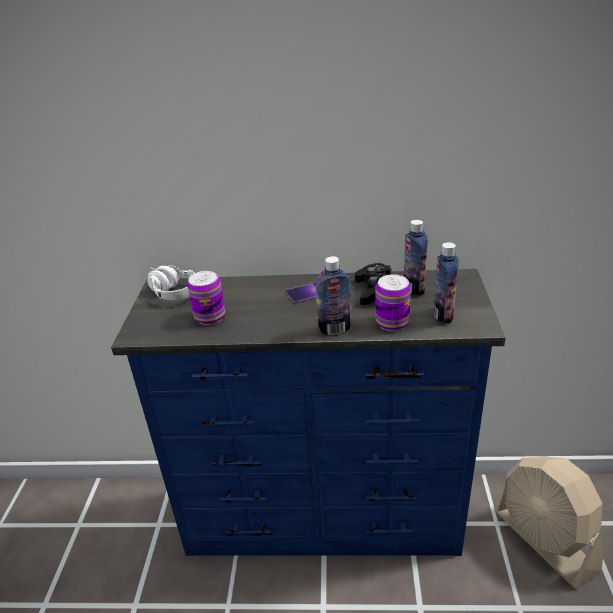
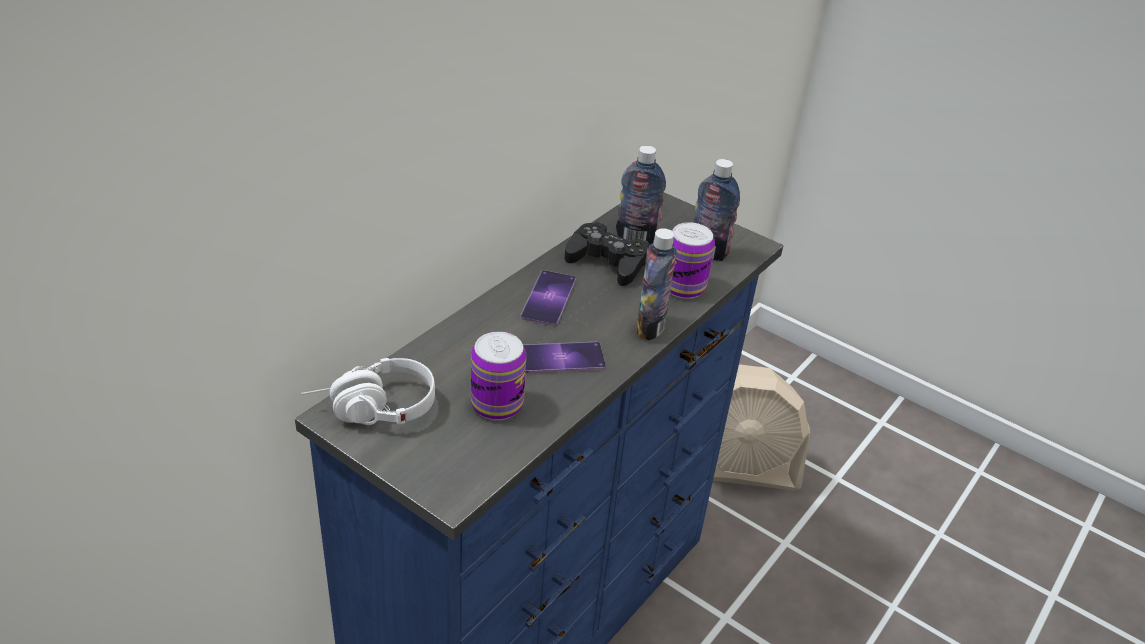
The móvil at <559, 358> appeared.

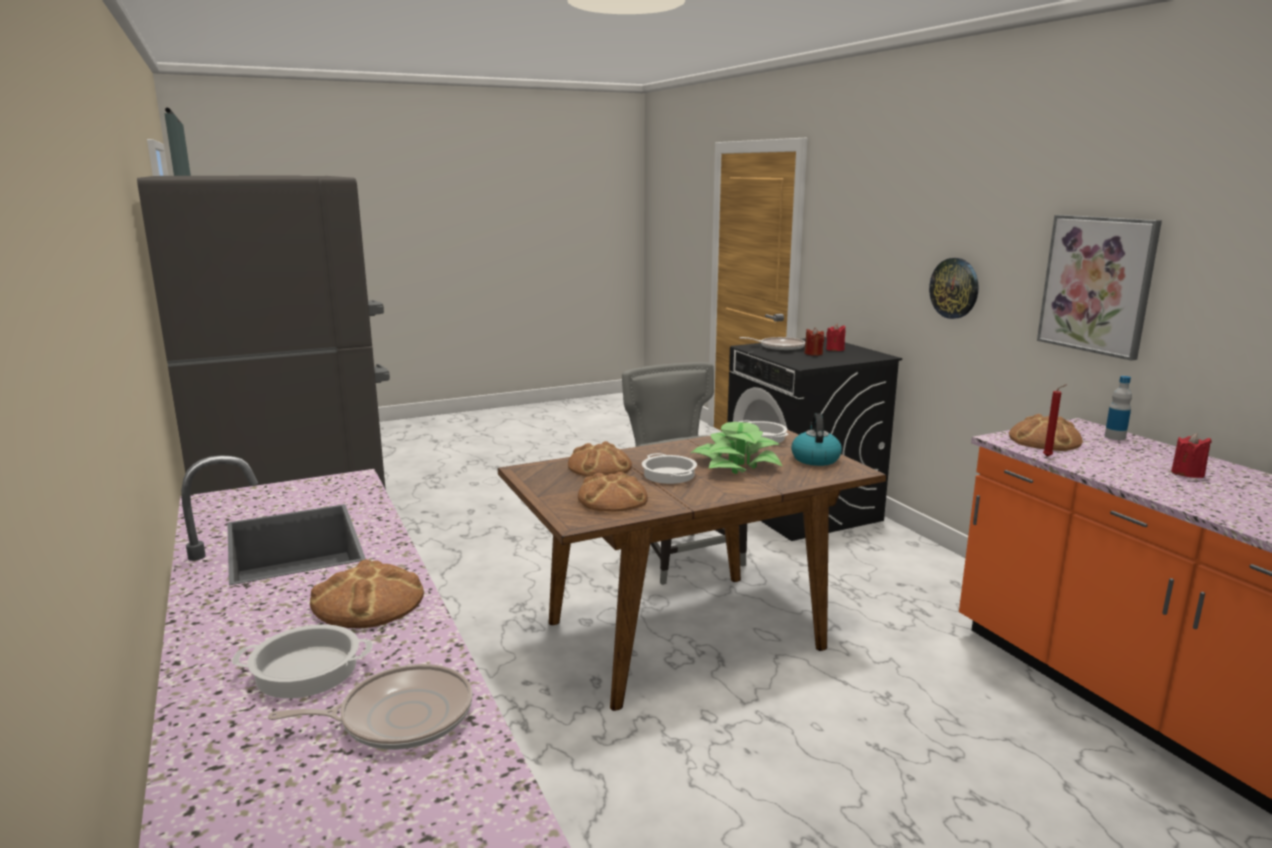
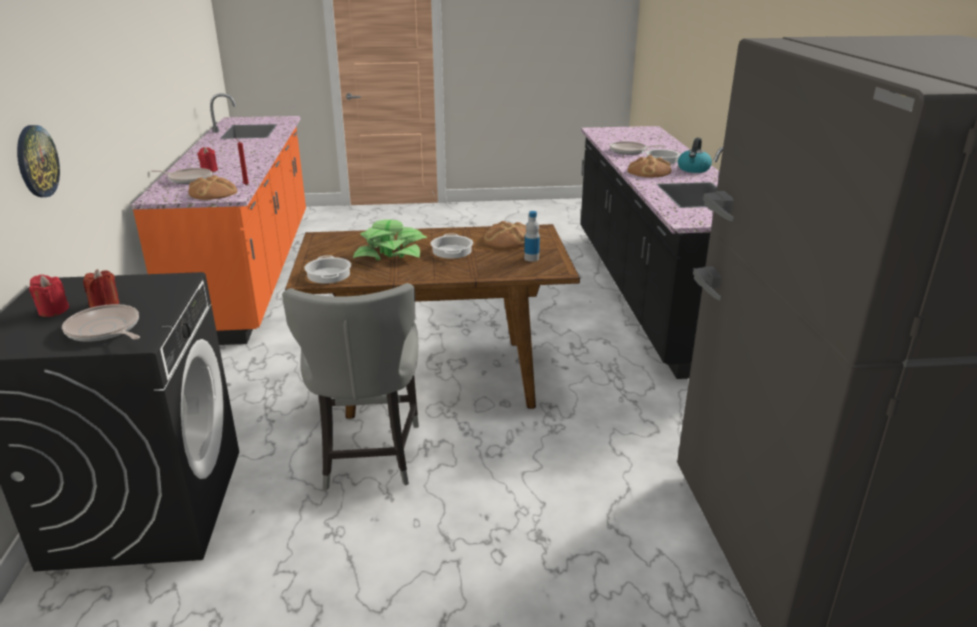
The pan at <600, 466> disappeared.
The cuadro at <1097, 284> disappeared.
The sartén at <188, 179> appeared.
The hervidor moved from <815, 459> to <693, 169>.
The botella moved from <1115, 437> to <531, 258>.

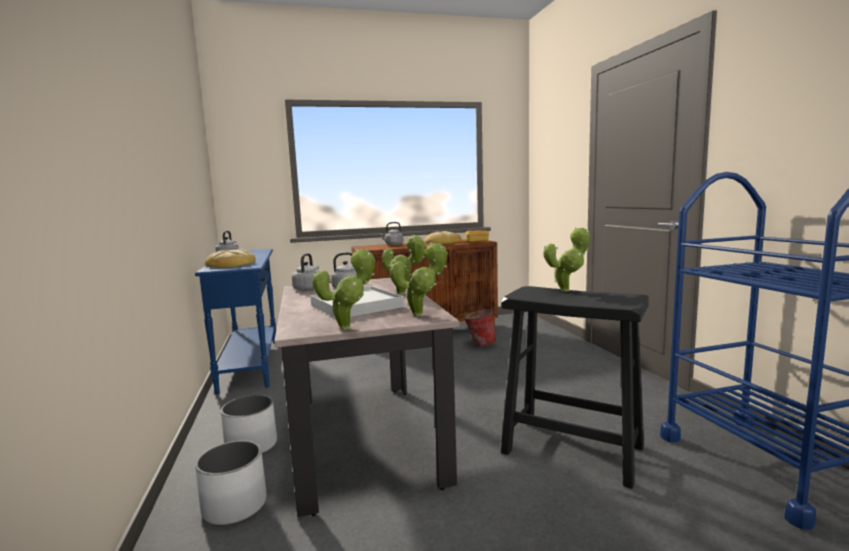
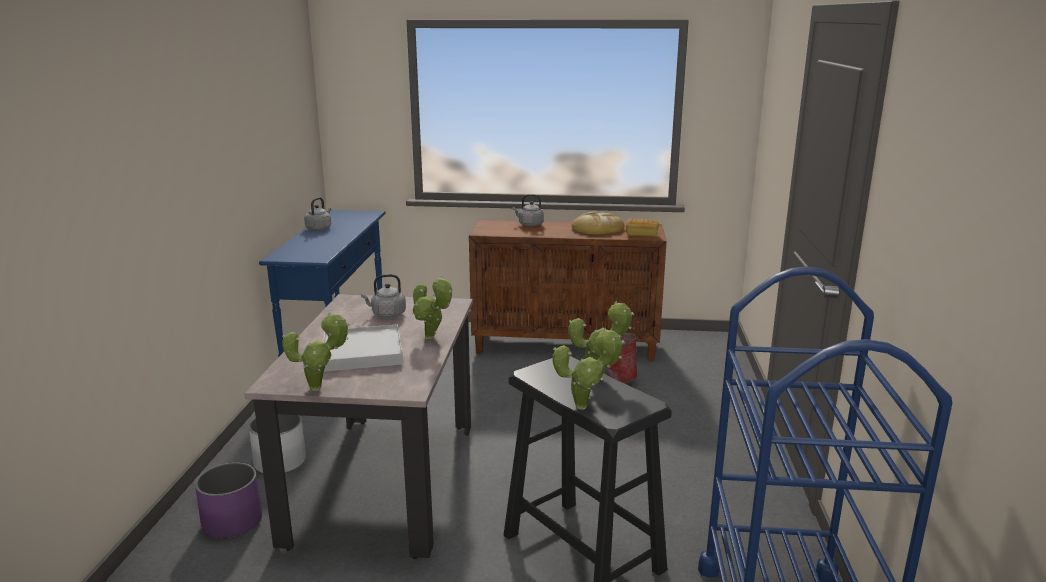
The pan at <231, 264> disappeared.
The hervidor/gris at <308, 288> disappeared.
The planta en maceta moved from <421, 314> to <585, 406>.
The maceta/blanco at <235, 506> became the maceta/morado at <233, 522>.

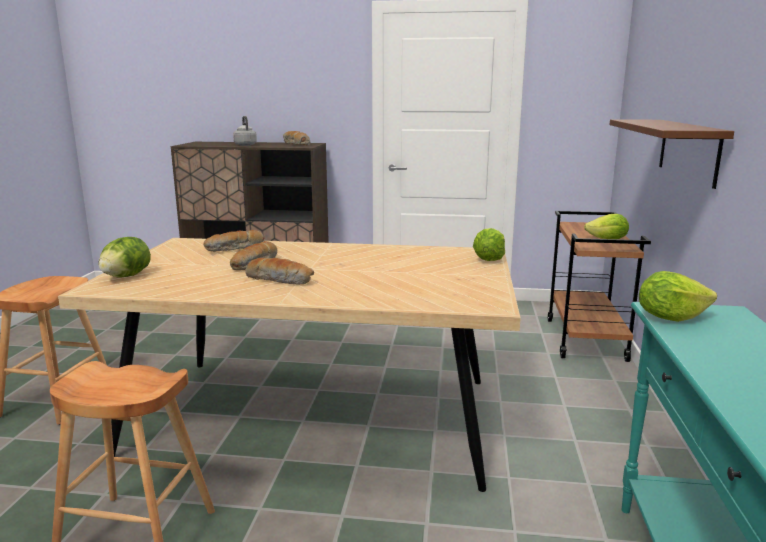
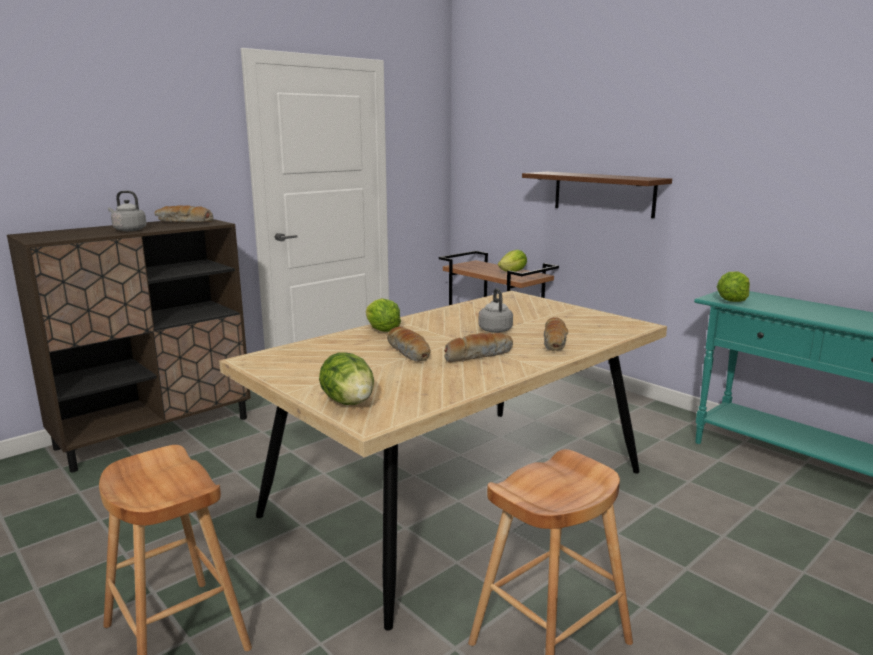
The hervidor/gris at <494, 329> appeared.
The pan moved from <235, 249> to <555, 342>.
The lechuga moved from <488, 259> to <382, 330>.

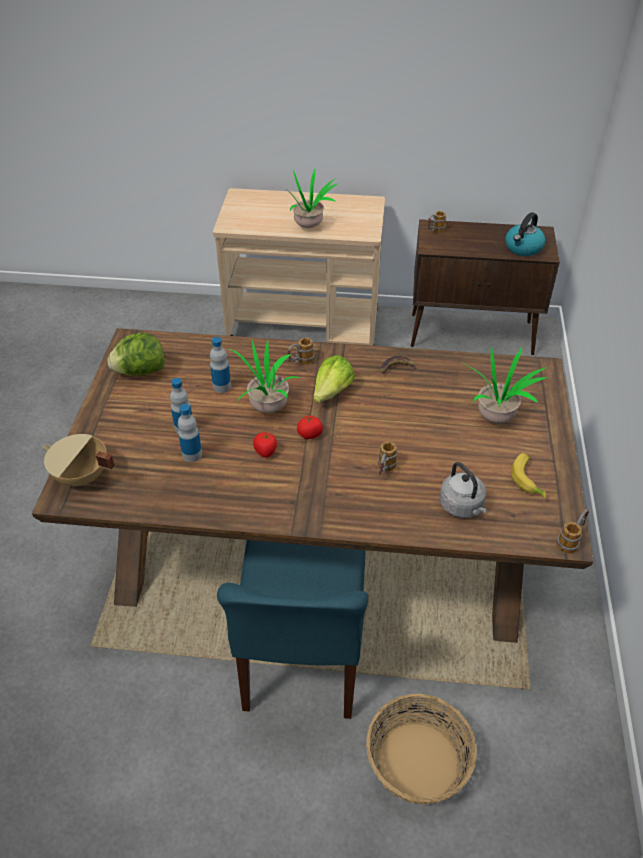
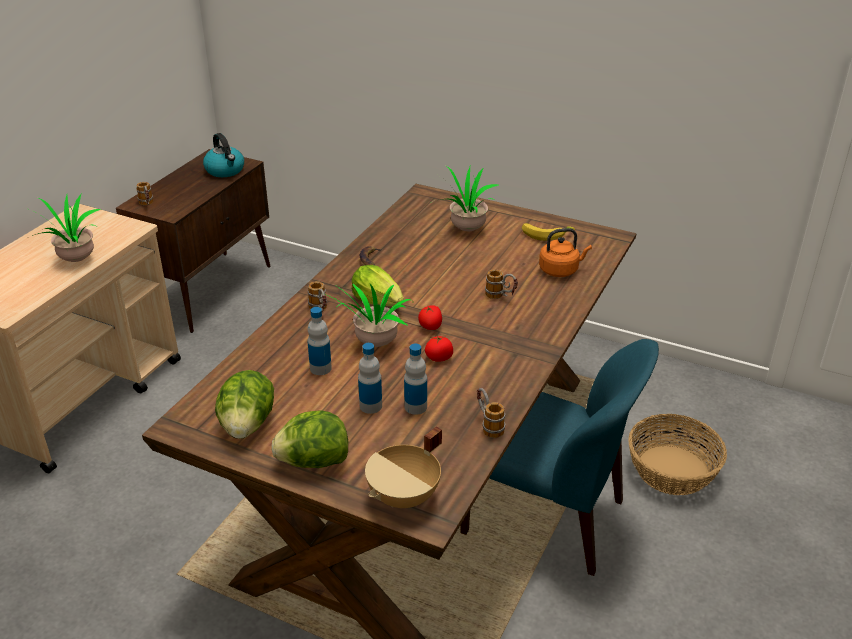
The lechuga at <313, 462> appeared.
The taza grande moved from <571, 540> to <488, 425>.
The hervidor/gris at <462, 507> became the hervidor/naranja at <560, 270>.

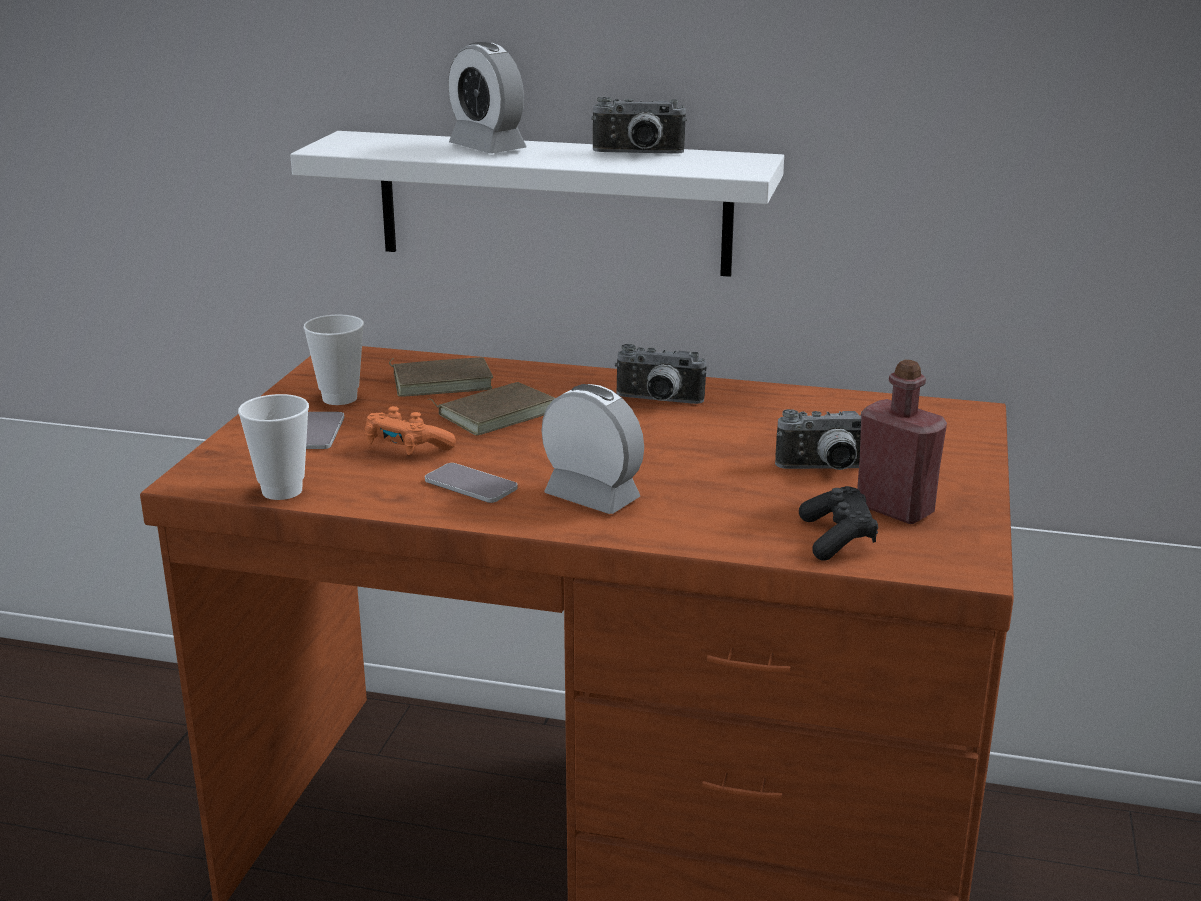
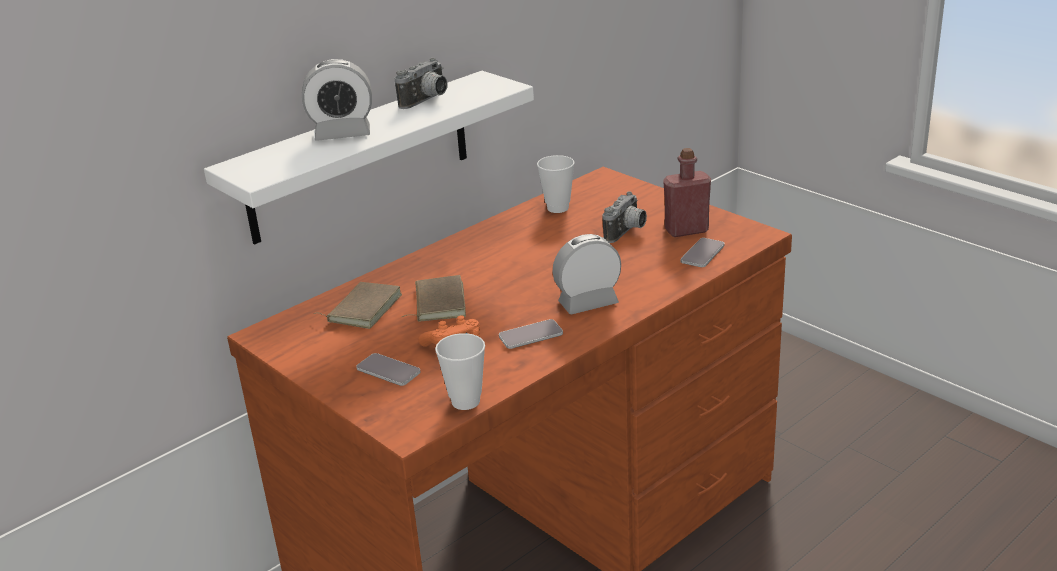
The cámara at <658, 402> disappeared.
The taza moved from <340, 398> to <558, 208>.
The mando de consola/negro at <837, 539> was replaced by the móvil at <702, 254>.

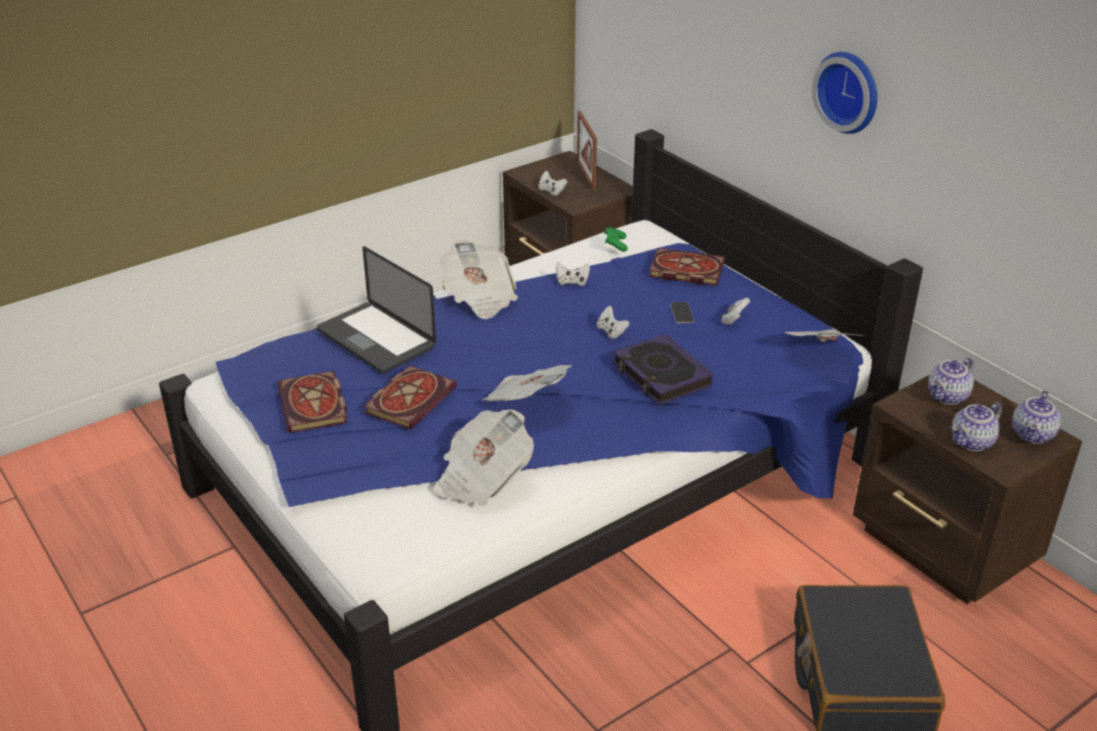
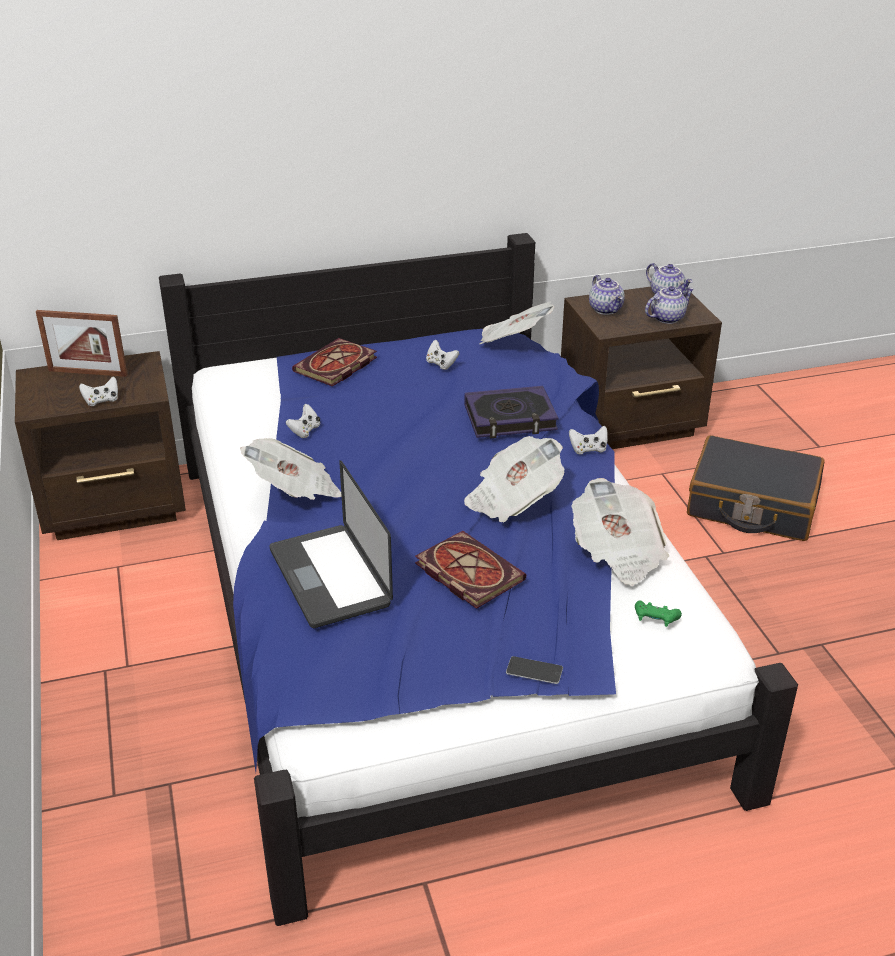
The libro at <315, 406> disappeared.
The reloj de pared at <850, 91> disappeared.
The mando de consola/blanco moved from <611, 332> to <588, 449>.
The mando de consola/verde moved from <615, 245> to <655, 620>.
The móvil moved from <682, 313> to <534, 670>.
The portátil at <376, 339> turned 90 degrees clockwise.
The tetera at <972, 442> turned 105 degrees counterclockwise.

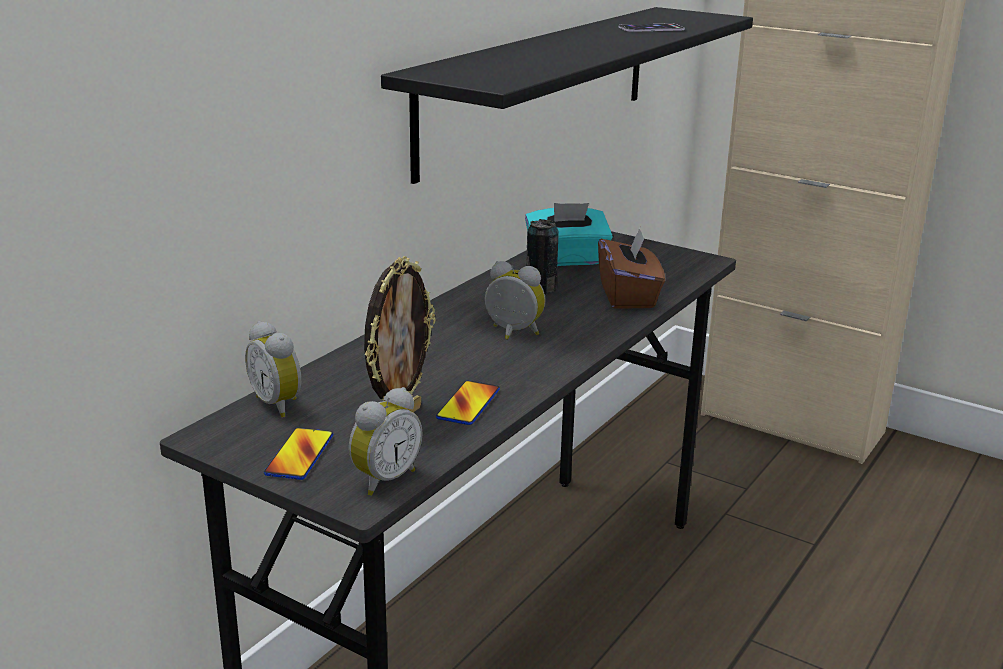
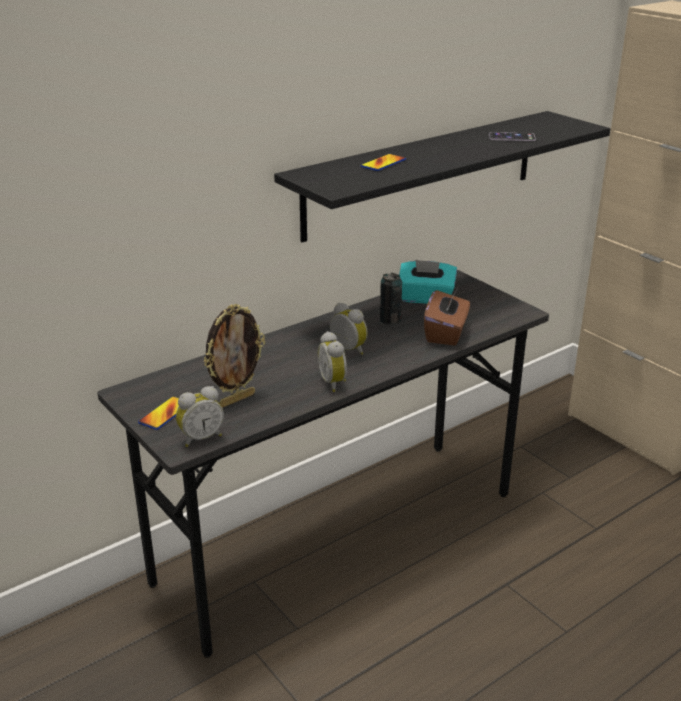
The despertador moved from <279, 404> to <334, 383>.
The móvil moved from <468, 404> to <383, 163>.

